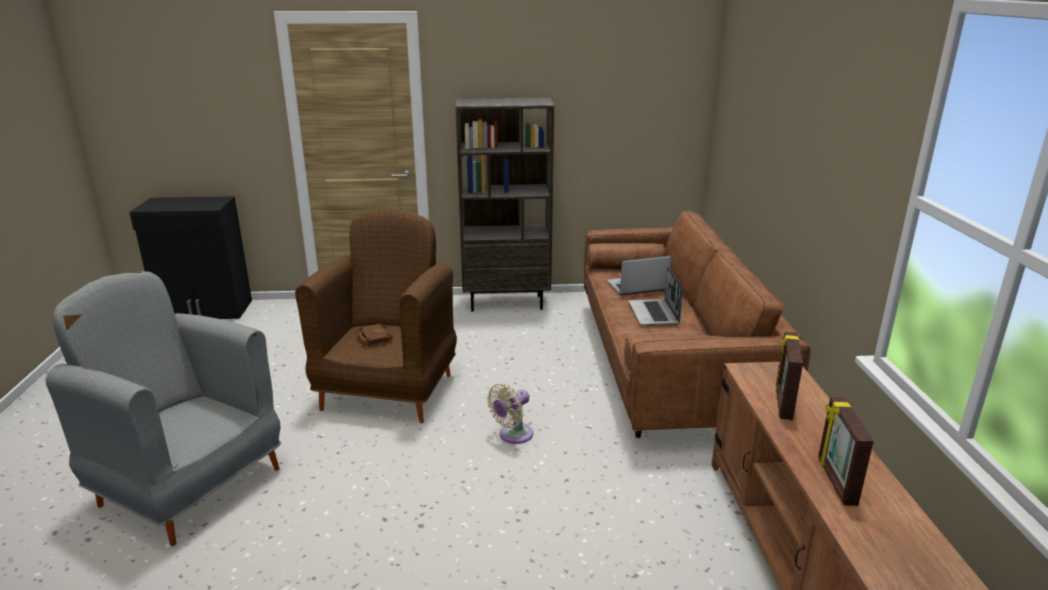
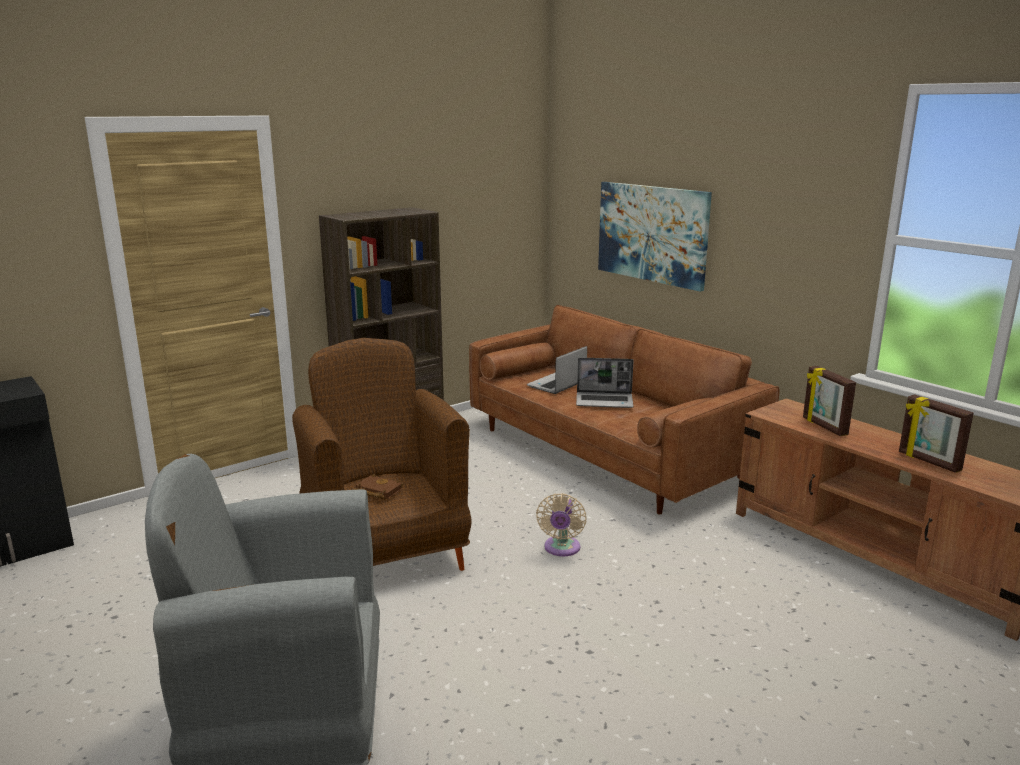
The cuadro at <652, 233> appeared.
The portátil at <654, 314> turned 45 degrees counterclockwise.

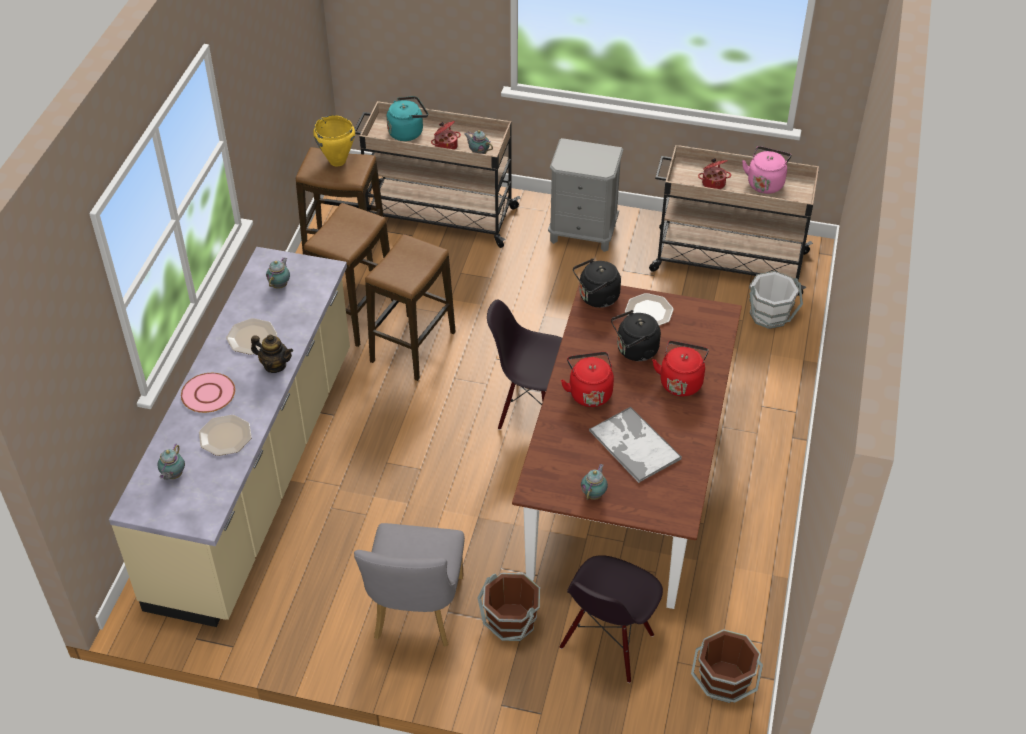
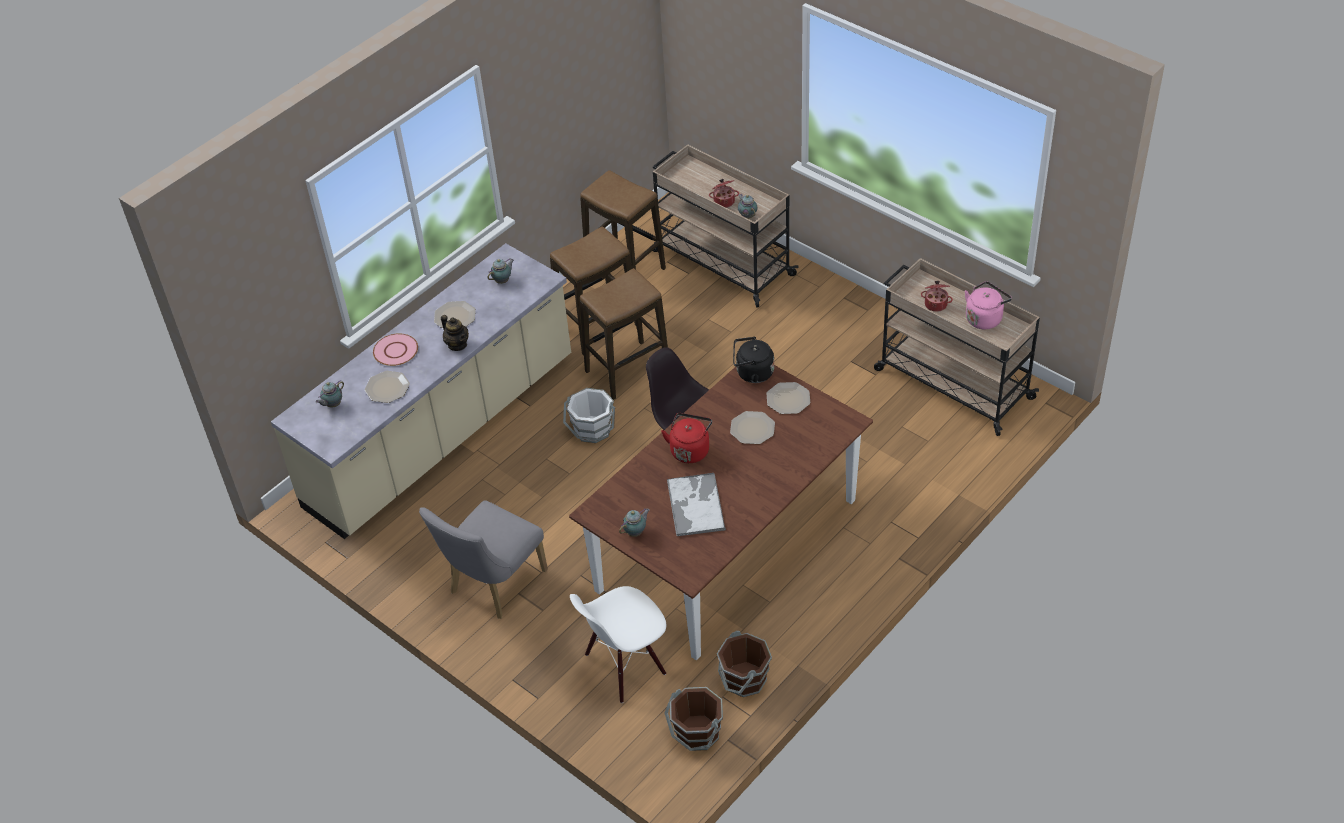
The olla/amarillo at <337, 161> disappeared.
The hervidor/turquesa at <408, 132> disappeared.
The mesita de noche/gris at <583, 233> disappeared.
The hervidor/rojo at <681, 381> disappeared.
The cubo/marrón moved from <511, 622> to <744, 679>.
The cubo/blanco moved from <770, 315> to <593, 430>.
The hervidor/negro at <635, 351> was replaced by the plato at <752, 428>.
The silla/negro at <607, 643> became the silla/blanco at <625, 666>.

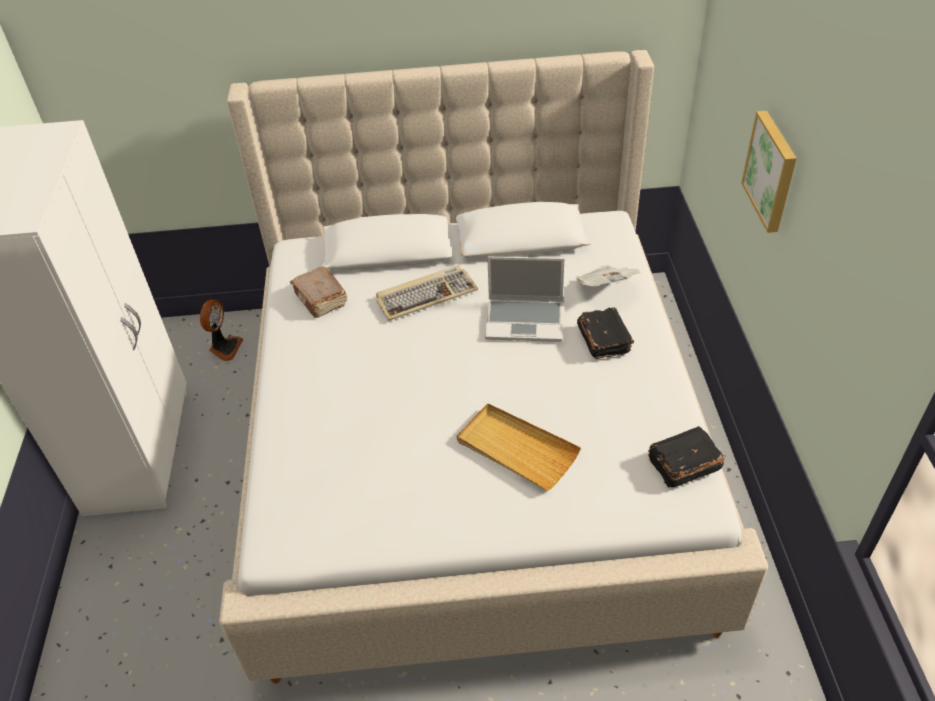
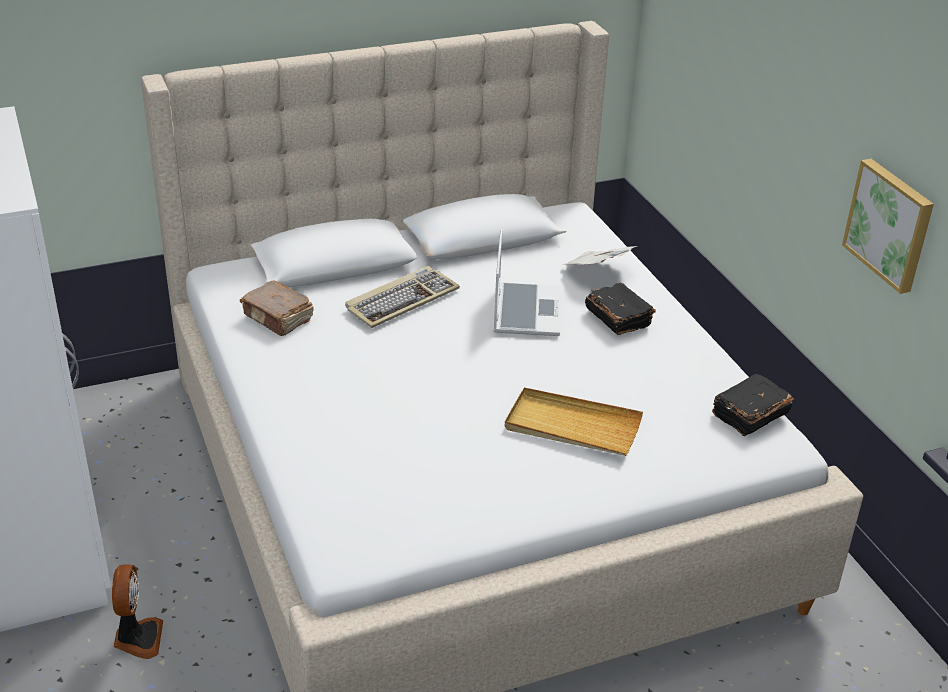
The ventilador moved from <224, 348> to <137, 638>.
The cuadro moved from <772, 171> to <890, 224>.
The portátil at <525, 320> turned 75 degrees counterclockwise.

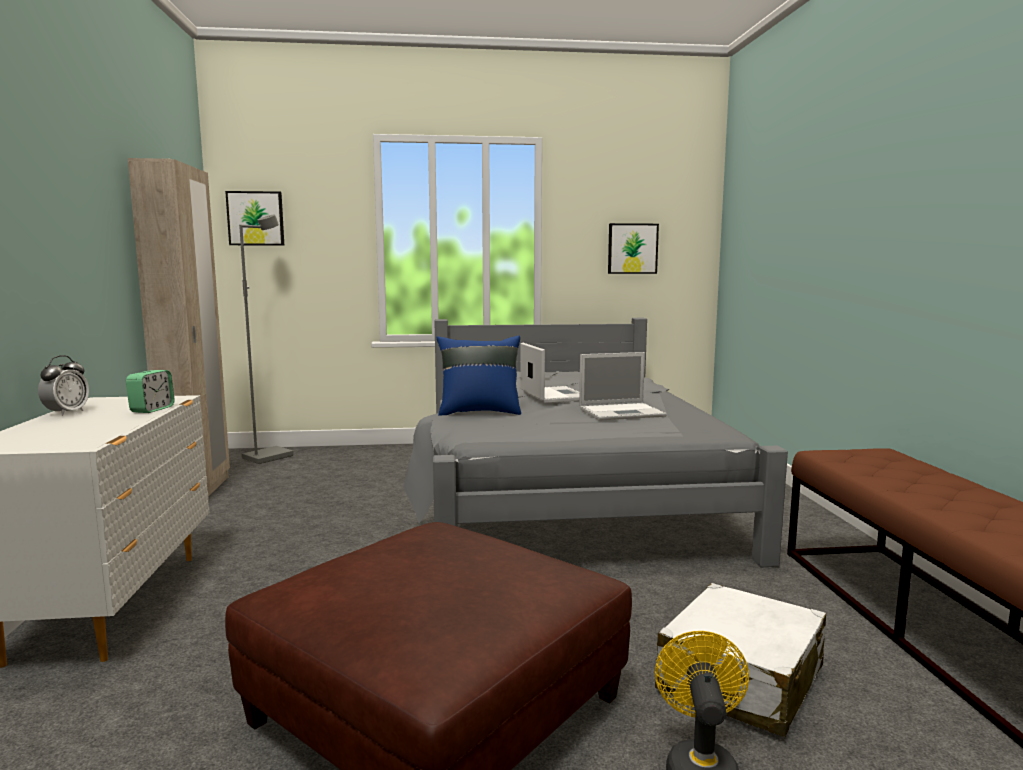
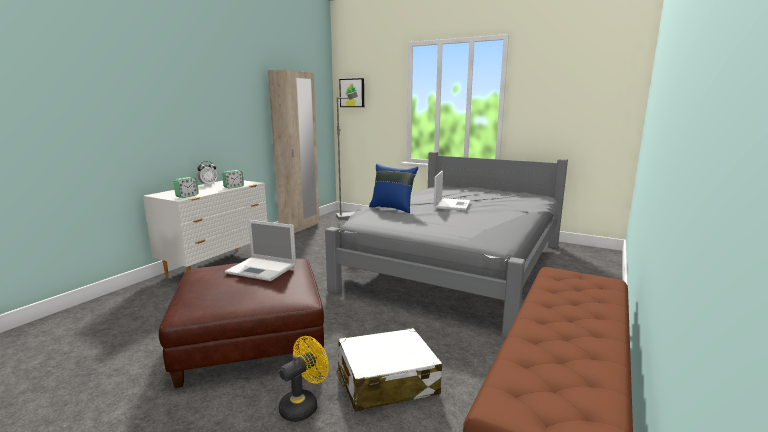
The cuadro at <632, 248> disappeared.
The despertador at <187, 196> appeared.
The portátil moved from <623, 412> to <262, 269>.

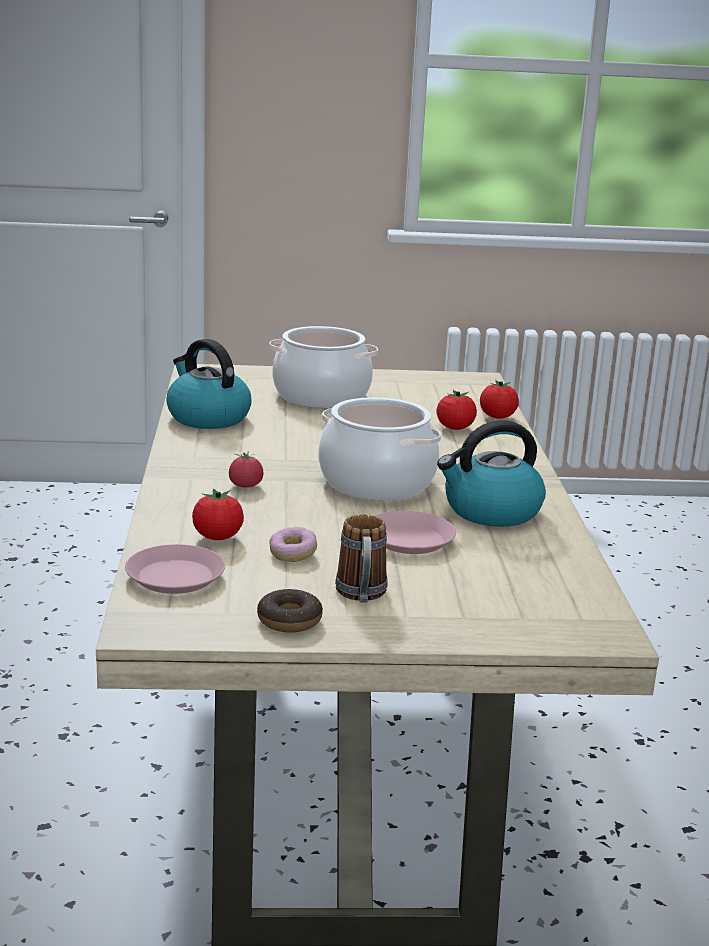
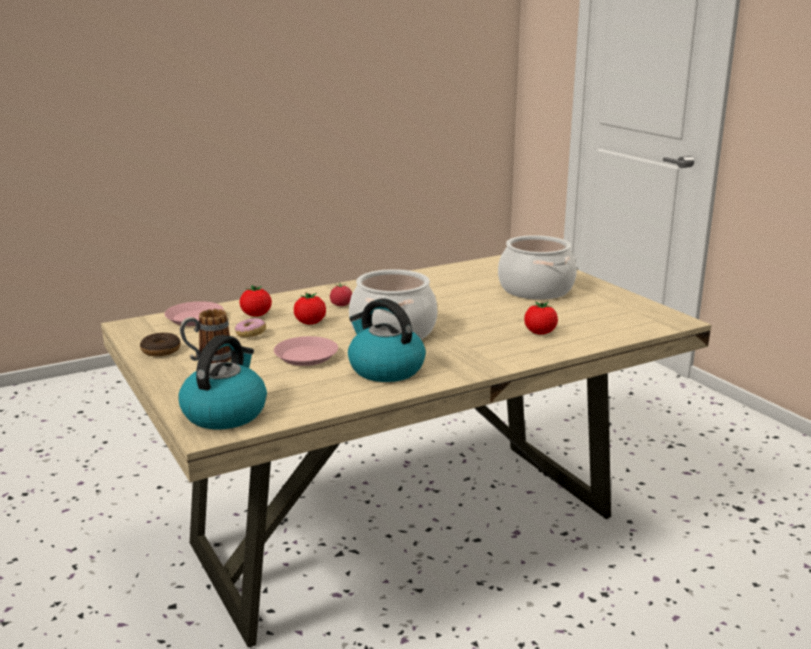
The hervidor moved from <207, 417> to <225, 413>.
The tomate moved from <497, 417> to <310, 323>.

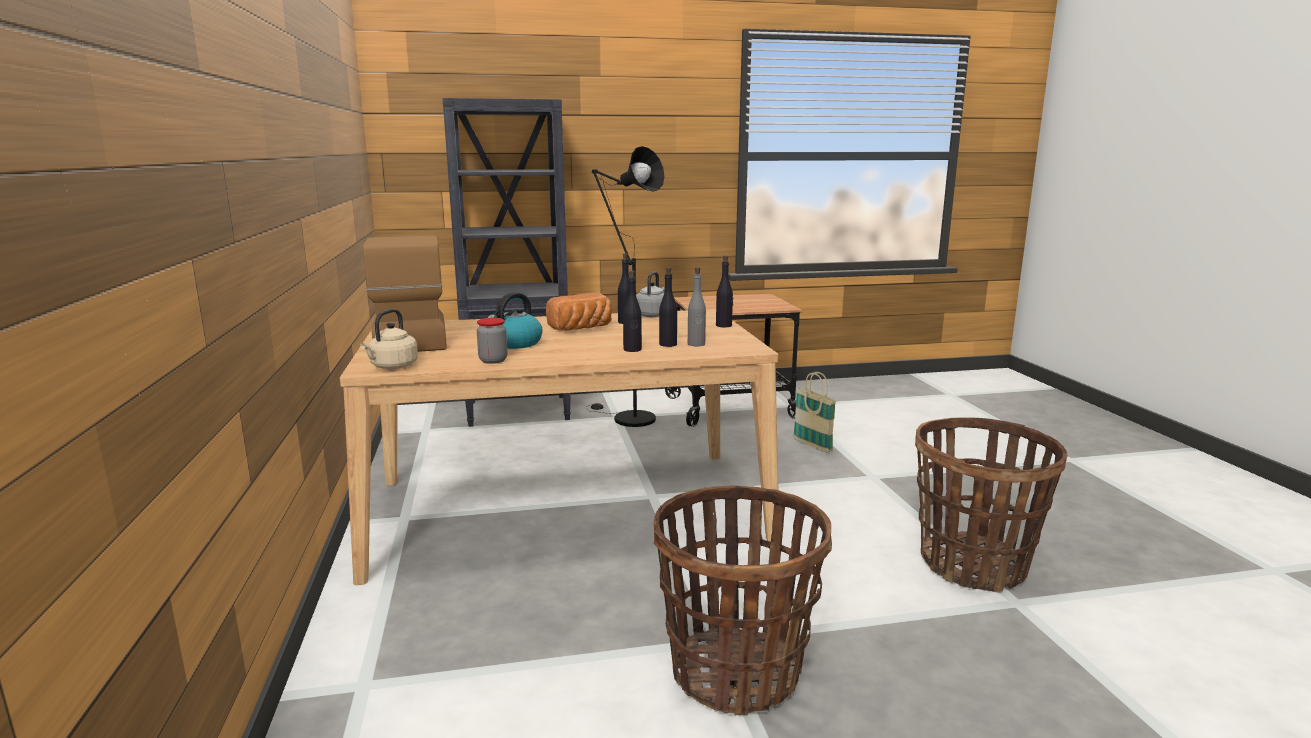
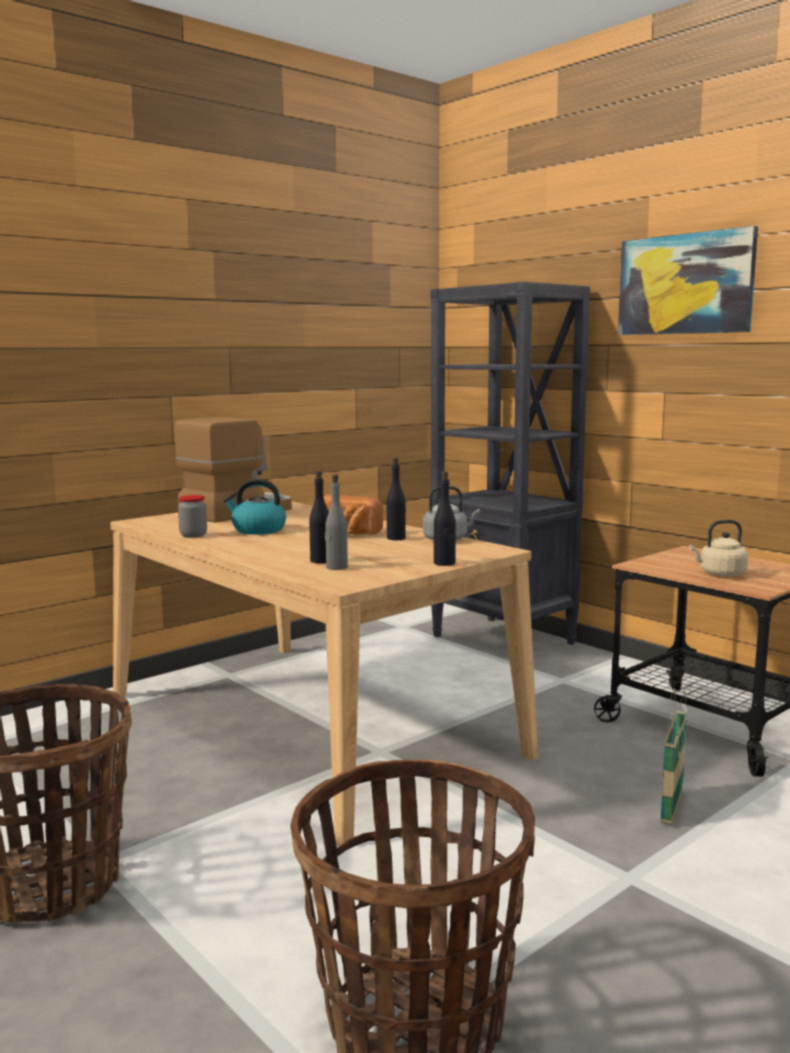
The lámpara de pie/negro at <627, 418> disappeared.
The botella/negro at <632, 349> disappeared.
The cuadro at <685, 284> appeared.
The hervidor/beis moved from <392, 367> to <720, 574>.

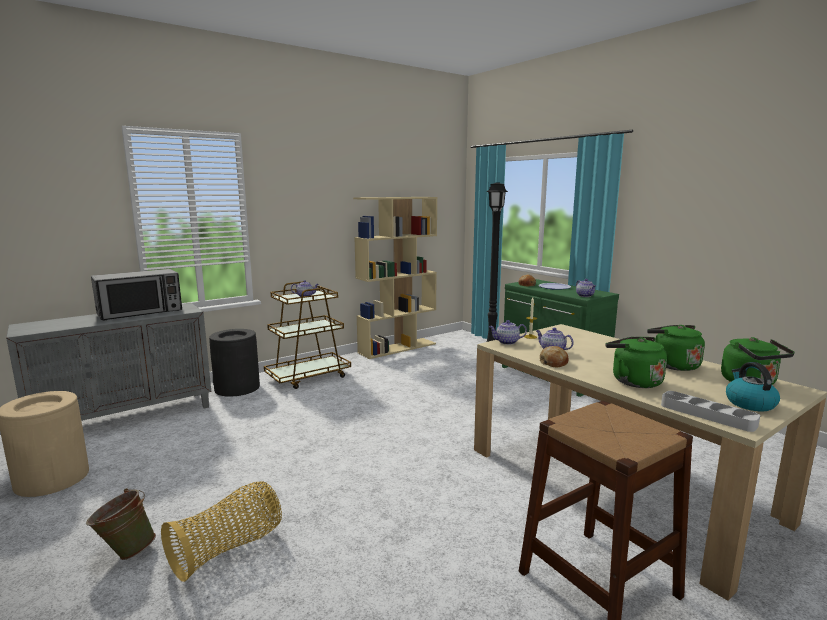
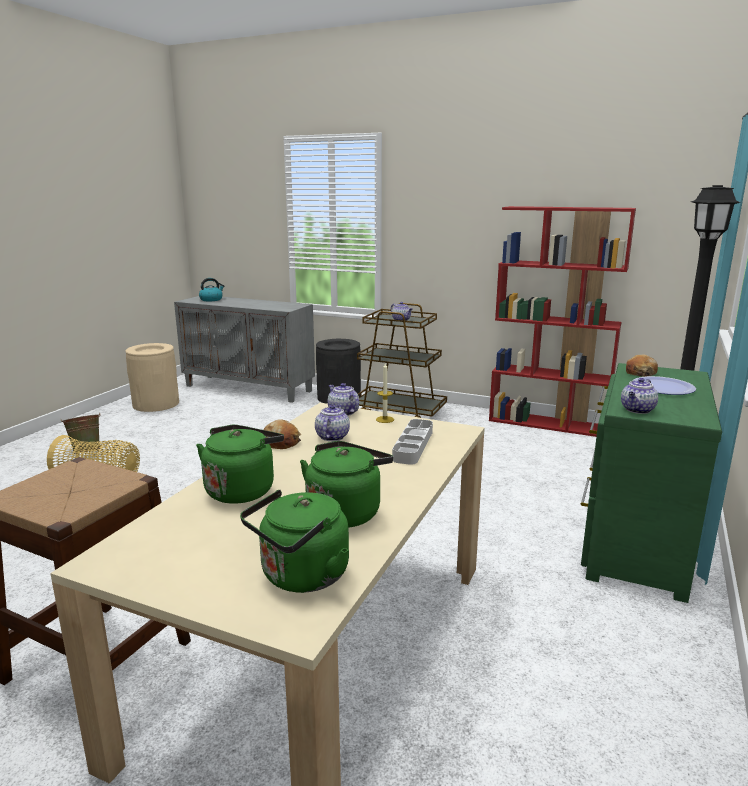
The microondas at <141, 312> disappeared.
The bandeja/gris moved from <707, 415> to <413, 445>.
The hervidor moved from <749, 403> to <211, 299>.
The estantería/beis at <397, 348> became the estantería/rojo at <548, 423>.

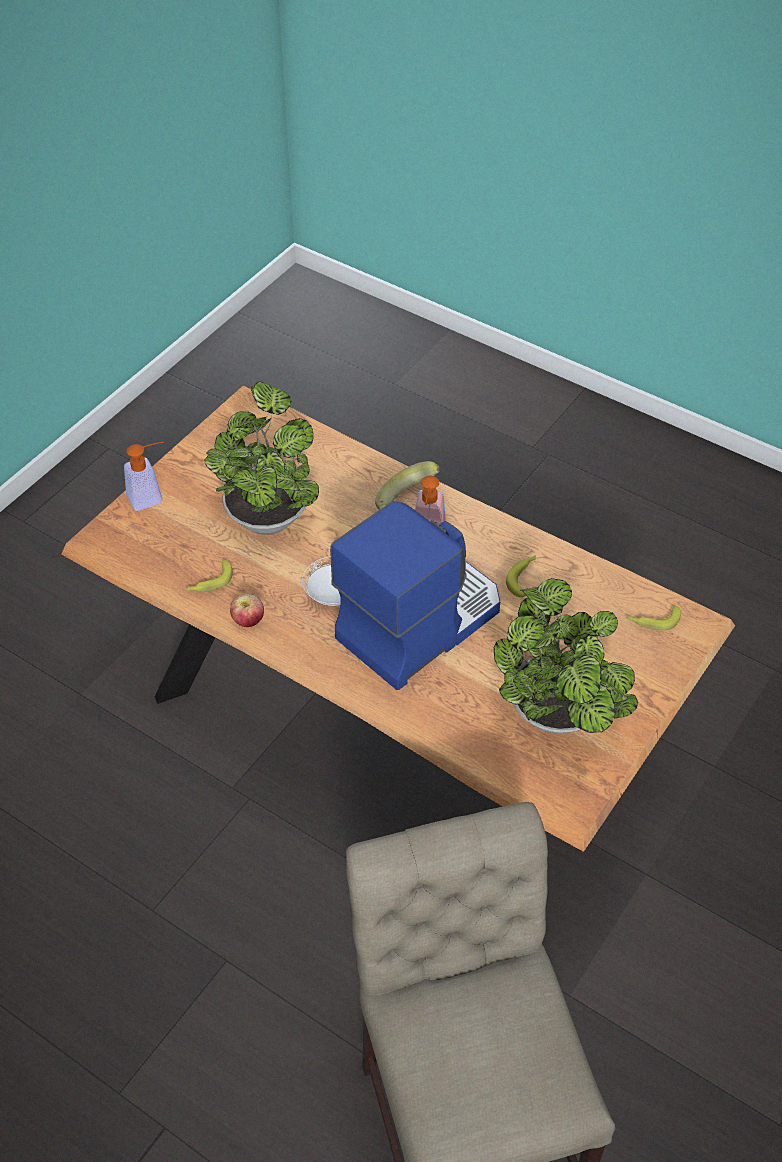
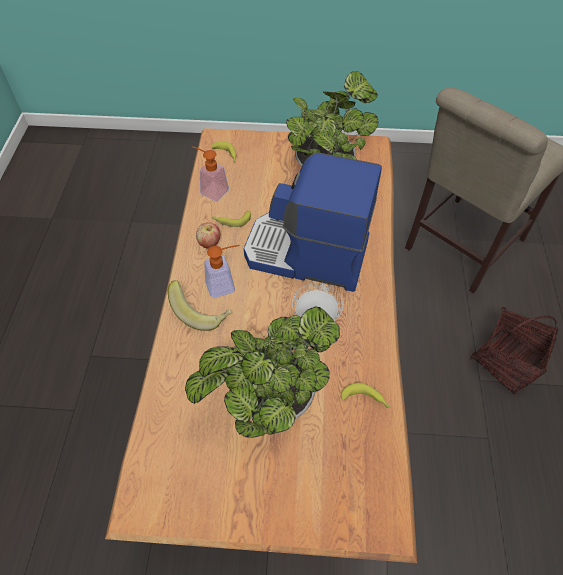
The cesta at <507, 361> appeared.
The dispensador de jabón moved from <151, 496> to <211, 190>.
The manzana moved from <248, 621> to <209, 243>.

